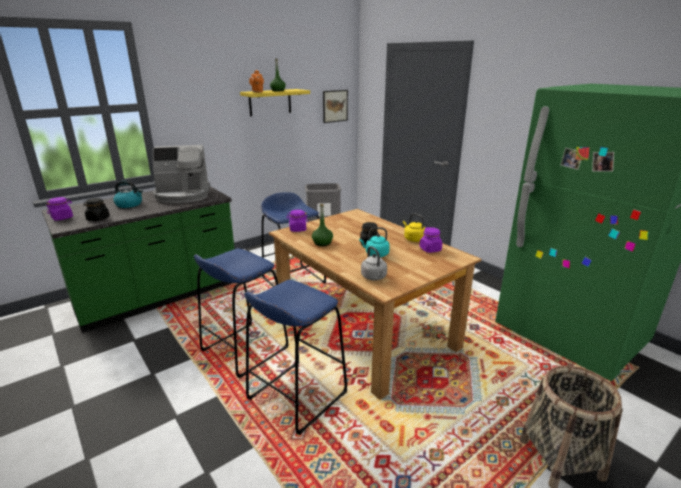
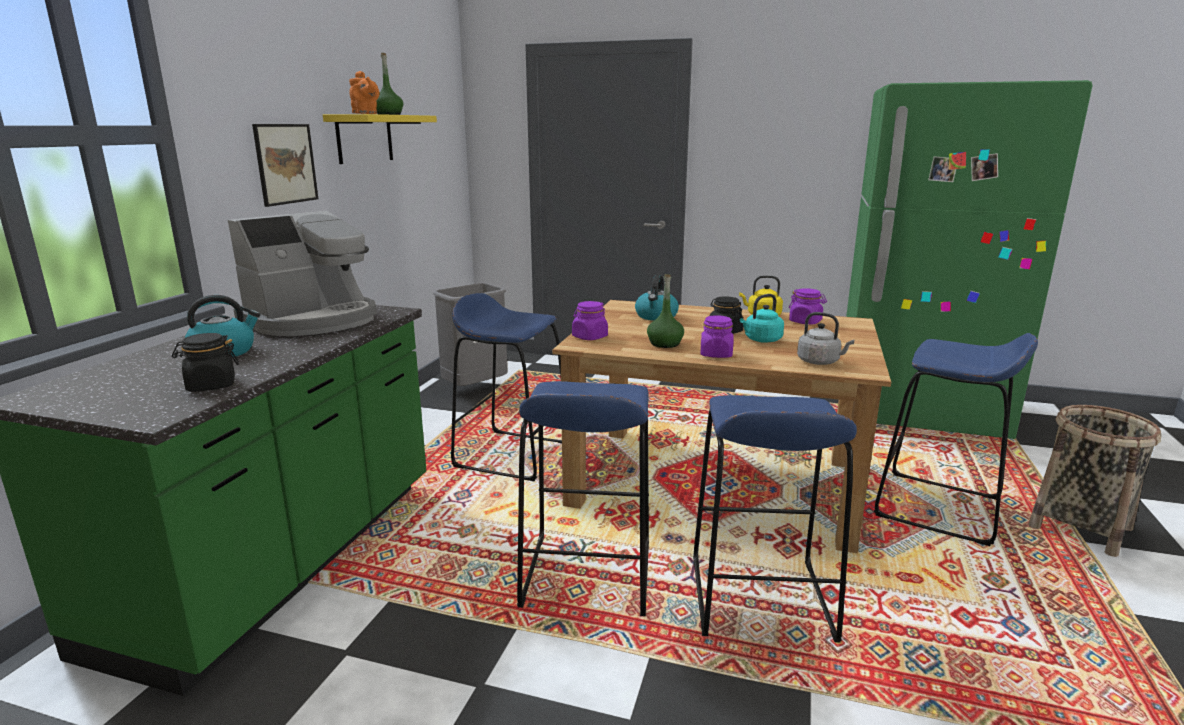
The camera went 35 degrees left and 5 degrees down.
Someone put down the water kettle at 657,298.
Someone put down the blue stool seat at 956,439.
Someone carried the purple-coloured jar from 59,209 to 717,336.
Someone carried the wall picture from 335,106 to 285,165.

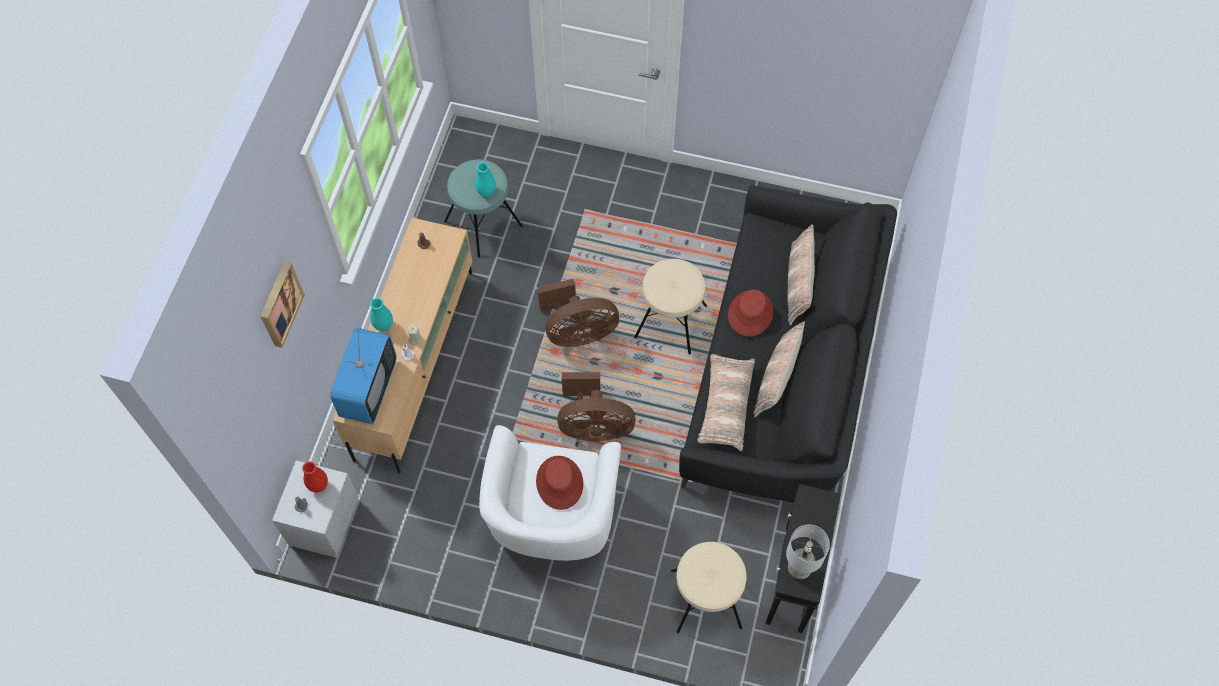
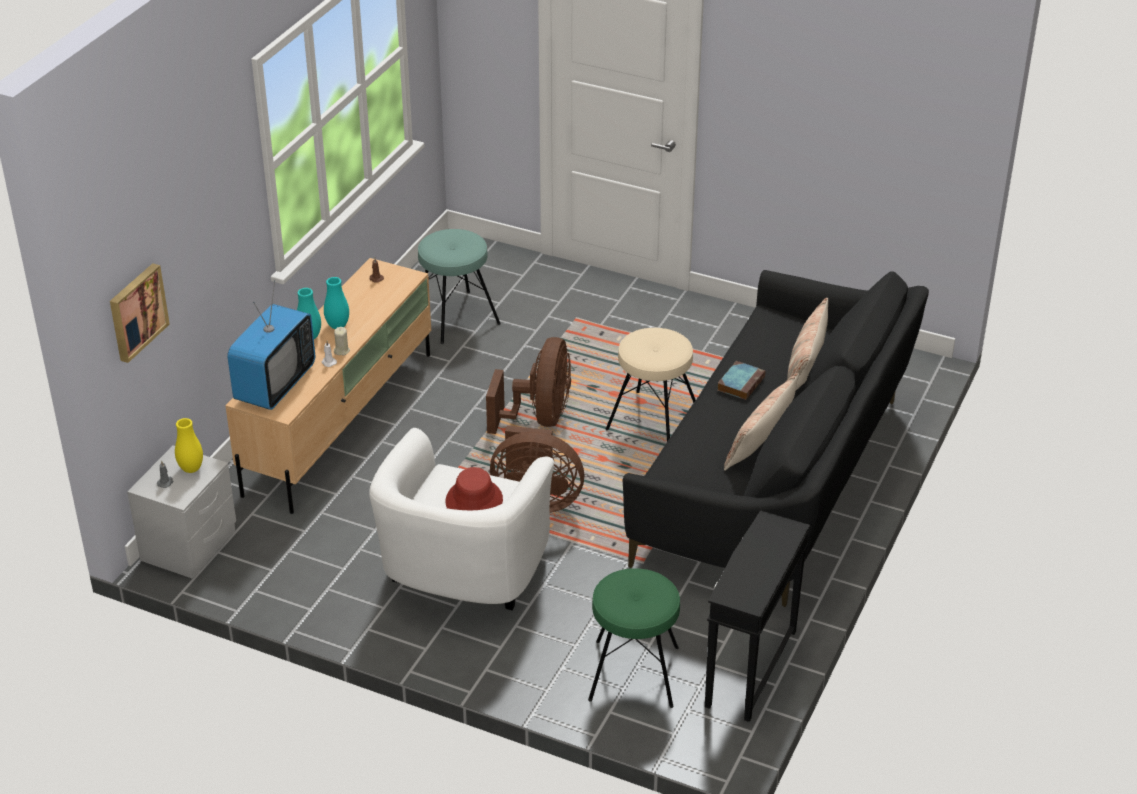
The camera went 10 degrees right and 25 degrees down.
Someone took away the pillow at 726,402.
Someone took away the gray table lamp at 808,552.
Someone carried the wall picture from 282,305 to 140,313.
Someone carried the turquoise-coloured flower vase from 485,179 to 336,303.
Someone swapped the red wearable hat at 750,313 for the book at 741,380.
Someone repainted the red flower vase at 315,477, which became the yellow flower vase at 189,445.
Someone repainted the sand-coloured stool seat at 709,588, which became the green-coloured stool seat at 634,638.
Someone rotated the brownish fan at 578,313 by 75 degrees counterclockwise.

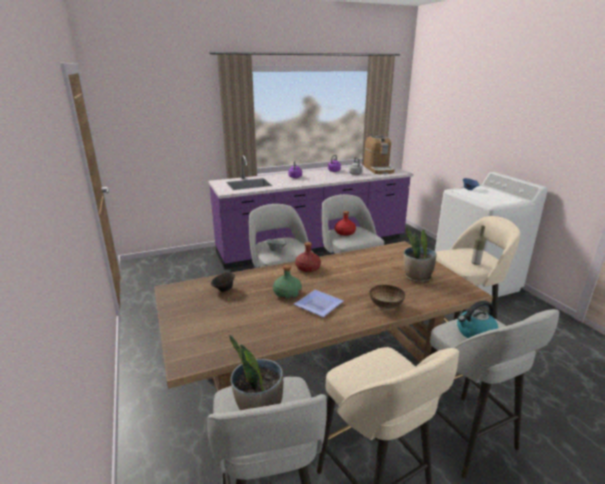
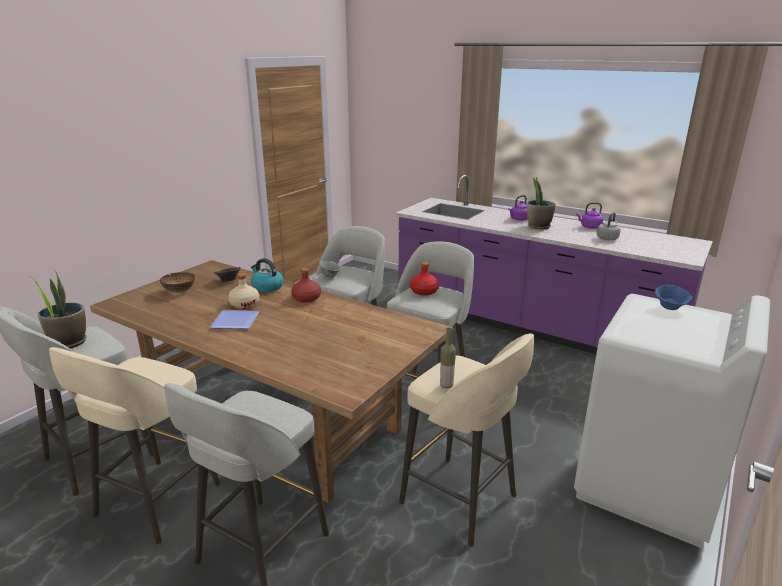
The camera went 55 degrees right and 0 degrees up.
Someone took away the coffee machine at 379,155.
Someone carried the deep dish from 387,297 to 177,282.
Someone carried the plant in a pot from 420,254 to 541,203.
Someone carried the water kettle from 477,319 to 267,275.
Someone repainted the green-coloured beverage bottle at 287,282, which became the sand-coloured beverage bottle at 244,291.

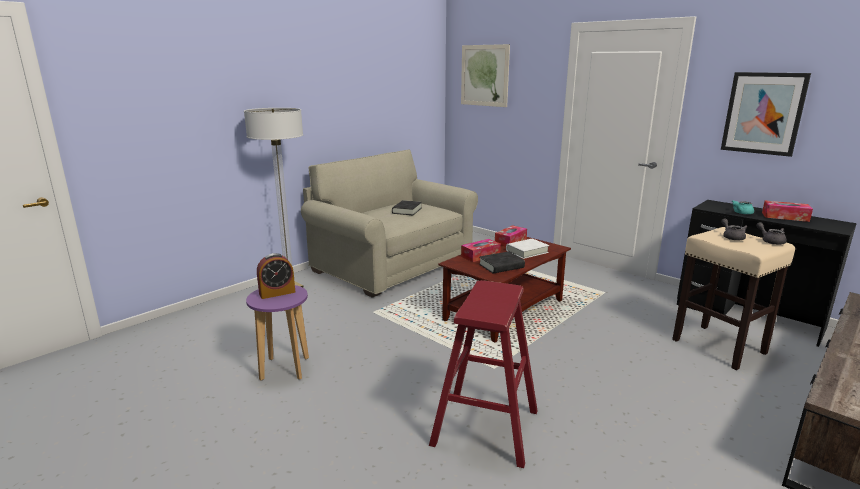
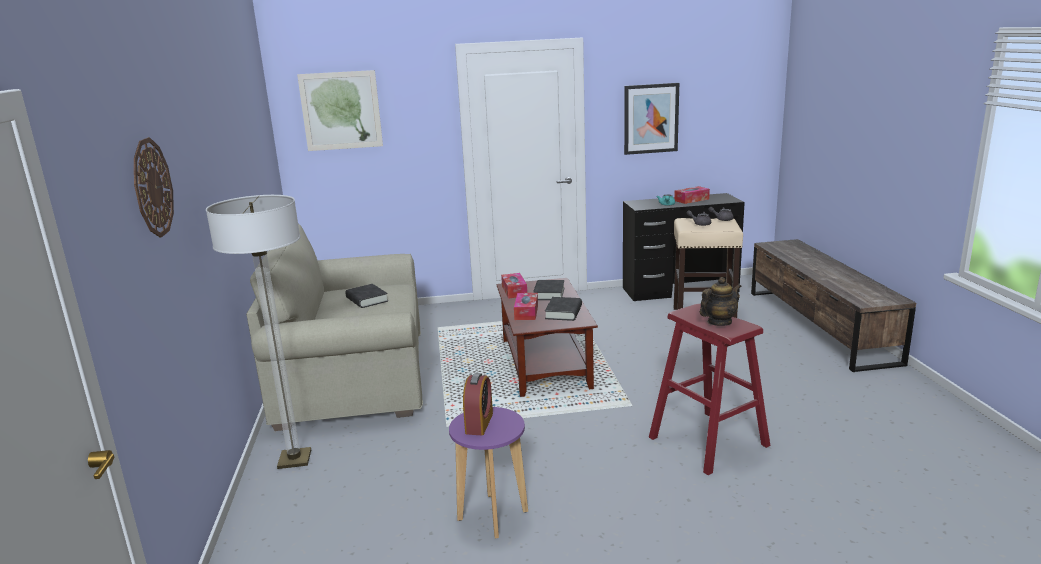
The camera went 50 degrees left and 0 degrees up.
Someone put up the wall clock at 154,187.
Someone put down the pot for tea at 721,301.
Someone repainted the whitish book at 527,249, which became the black-coloured book at 549,290.

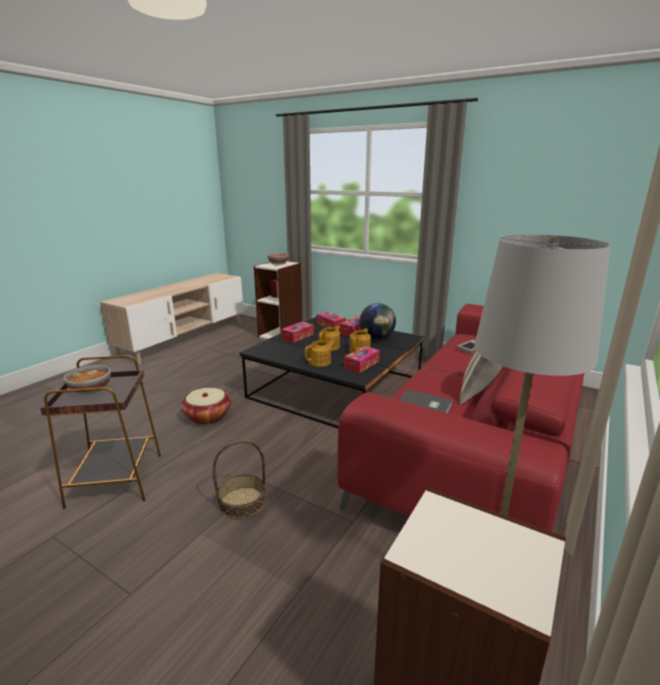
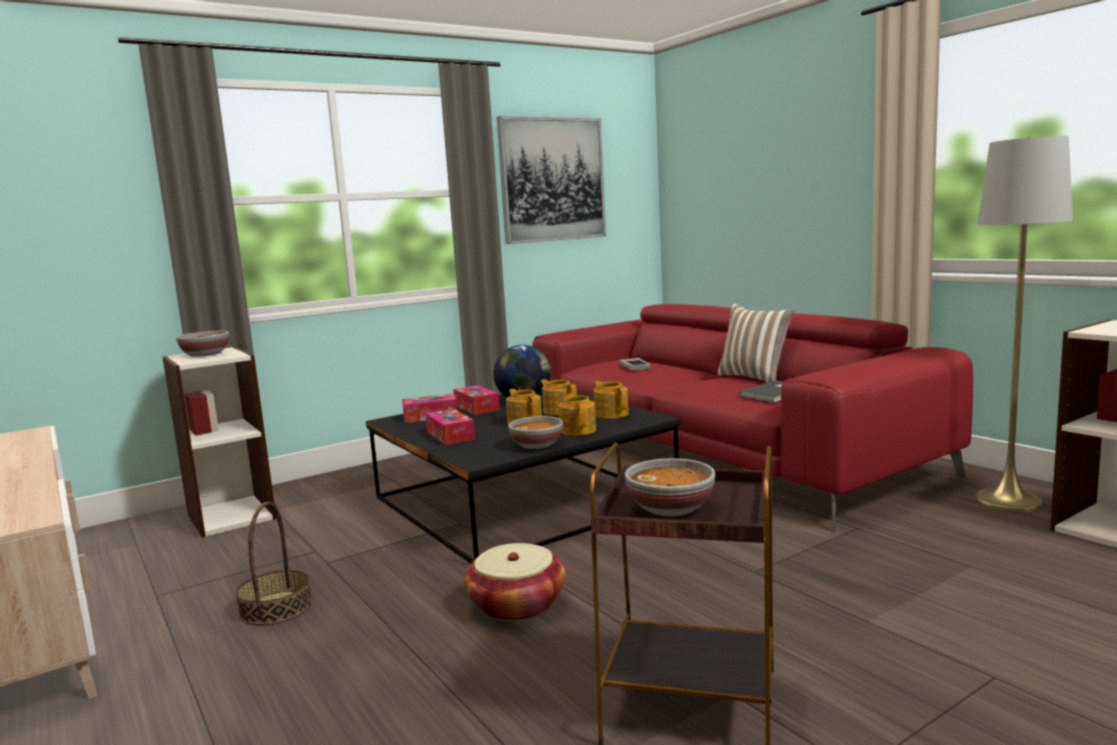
The camera went 65 degrees left and 10 degrees down.
Someone put up the wall picture at 551,180.
Someone put down the deep dish at 535,432.
Someone carried the basket from 239,479 to 274,563.
Someone swapped the box of tissues at 362,359 for the pot for tea at 611,400.

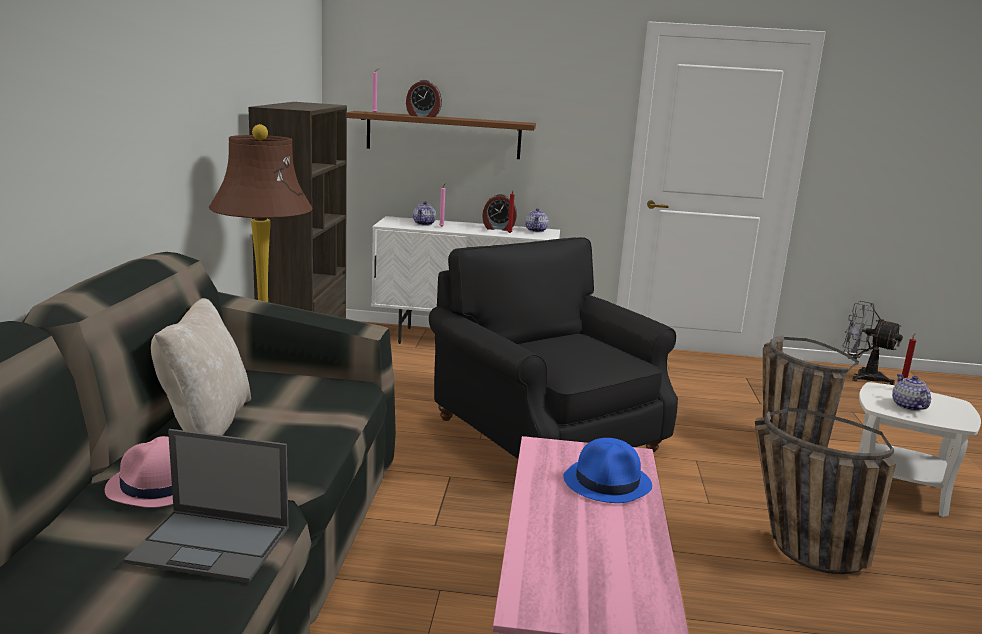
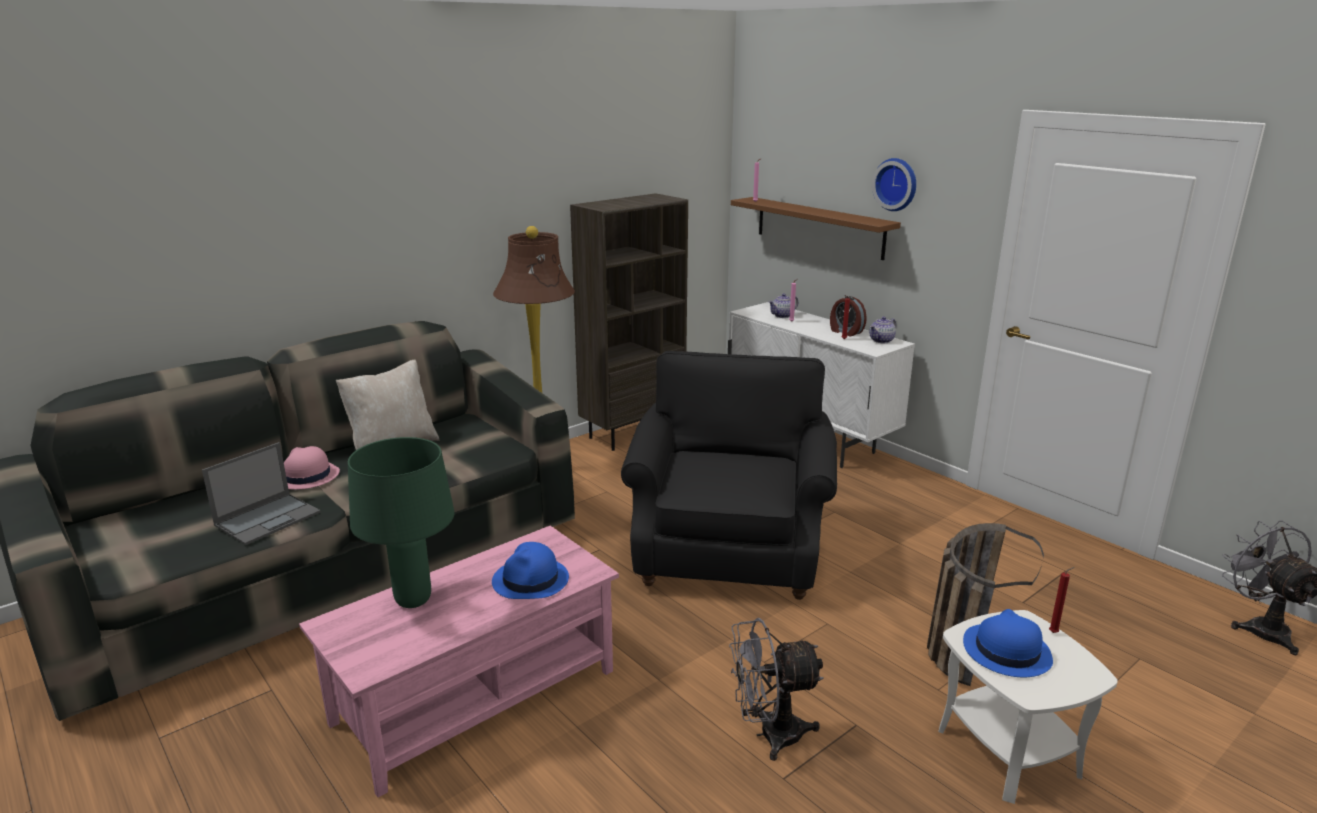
The camera went 45 degrees right and 5 degrees up.
Someone took away the alarm clock at 424,98.
Someone put down the green-coloured table lamp at 401,522.
Someone put up the wall clock at 894,184.
Someone swapped the basket at 825,491 for the gray fan at 776,689.
Someone swapped the pot for tea at 911,392 for the blue wearable hat at 1008,643.
Someone rotated the notebook computer at 206,505 by 105 degrees counterclockwise.

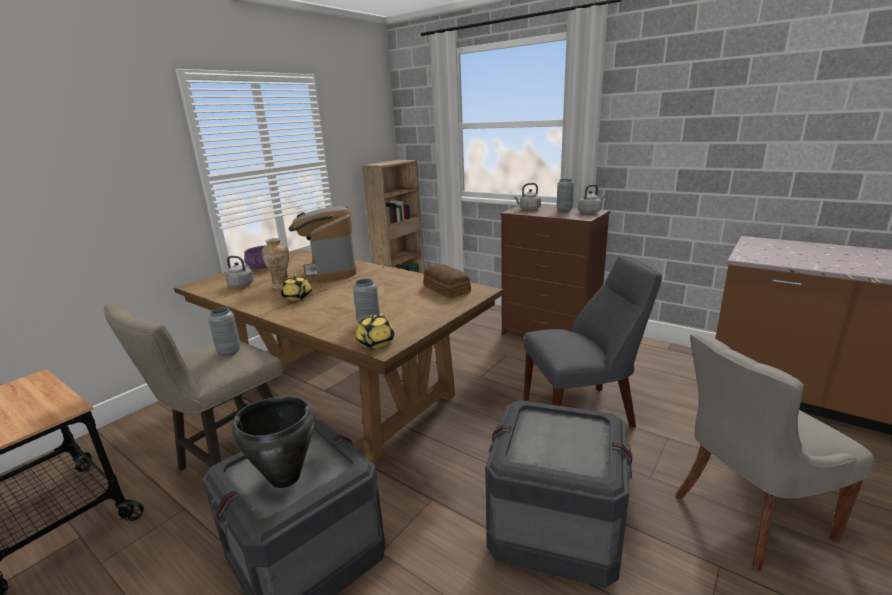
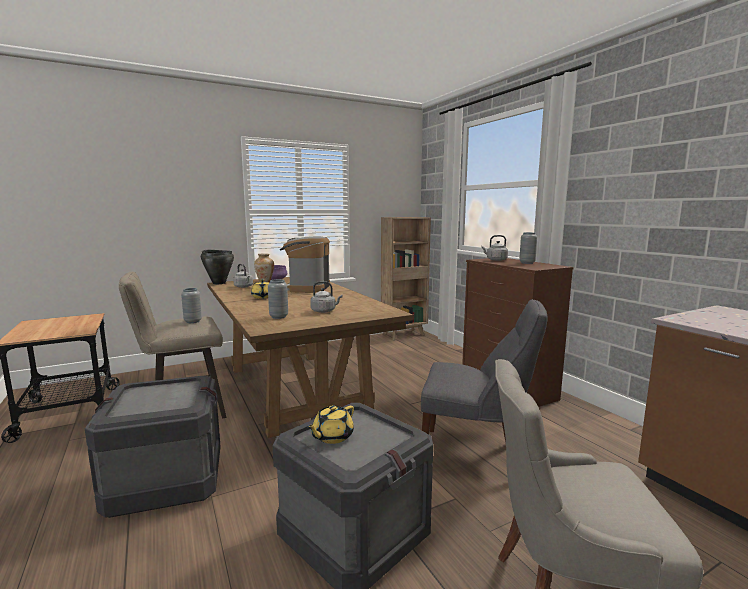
The camera went 25 degrees right and 10 degrees down.
Someone took away the bakery bread at 447,281.
Someone carried the black-coloured saucepot from 273,442 to 217,267.
Someone carried the yellow pot for tea from 375,331 to 330,424.
Someone carried the gray water kettle from 591,199 to 326,297.

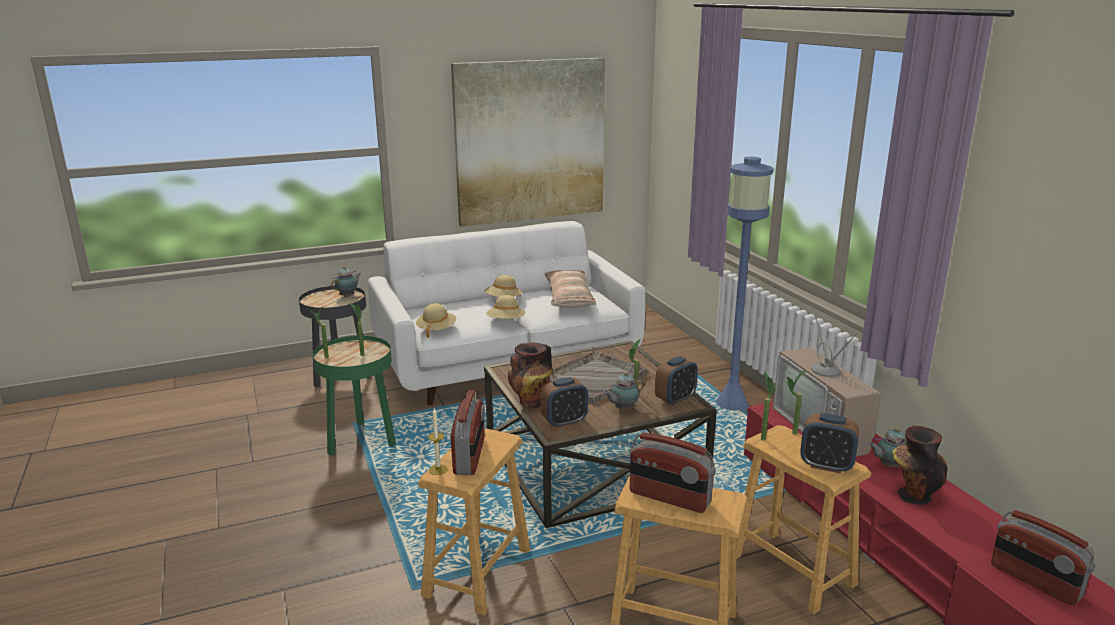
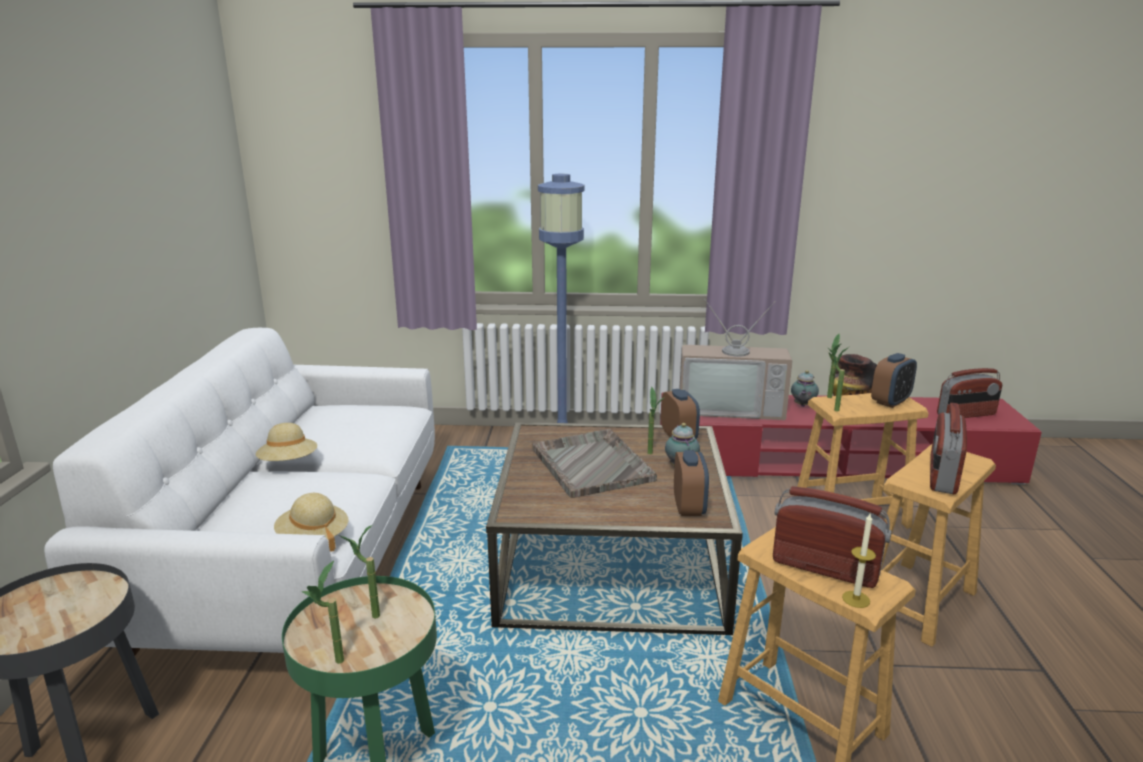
The camera went 65 degrees left and 0 degrees up.
Someone took away the pot for tea at 345,281.
Someone took away the wall picture at 528,142.
Someone took away the sand-coloured wearable hat at 506,307.
Someone took away the flower vase at 530,375.
Someone took away the pillow at 570,289.
Someone rotated the radio set at 673,472 by 150 degrees clockwise.

